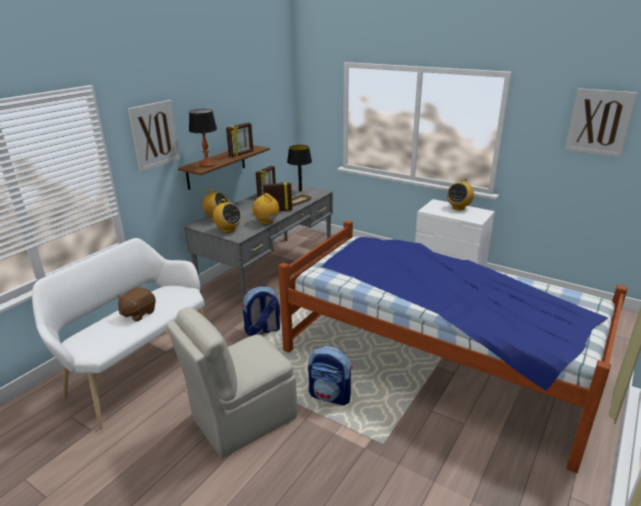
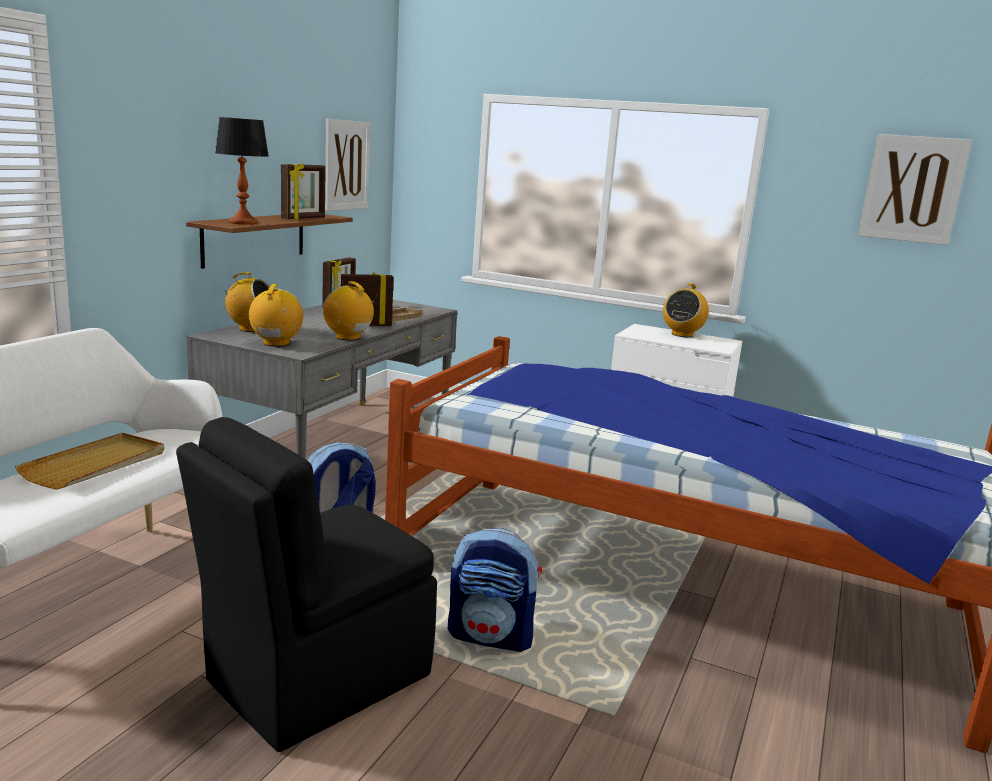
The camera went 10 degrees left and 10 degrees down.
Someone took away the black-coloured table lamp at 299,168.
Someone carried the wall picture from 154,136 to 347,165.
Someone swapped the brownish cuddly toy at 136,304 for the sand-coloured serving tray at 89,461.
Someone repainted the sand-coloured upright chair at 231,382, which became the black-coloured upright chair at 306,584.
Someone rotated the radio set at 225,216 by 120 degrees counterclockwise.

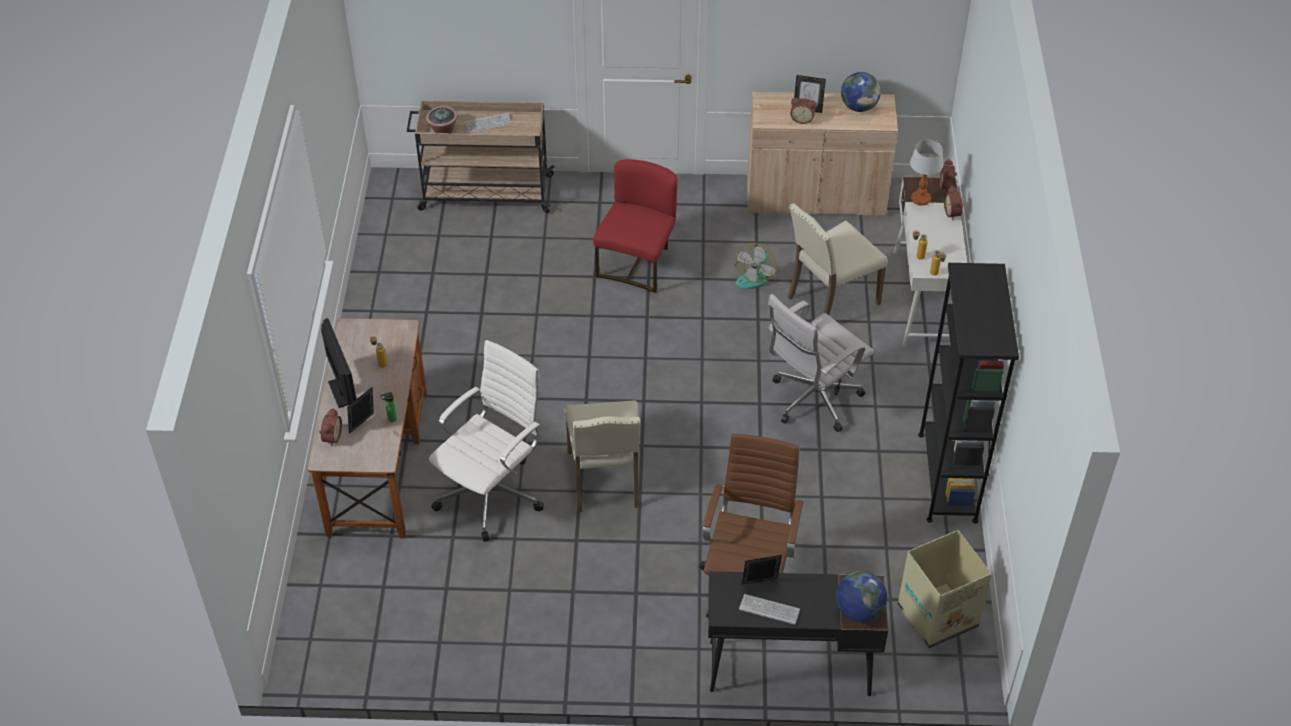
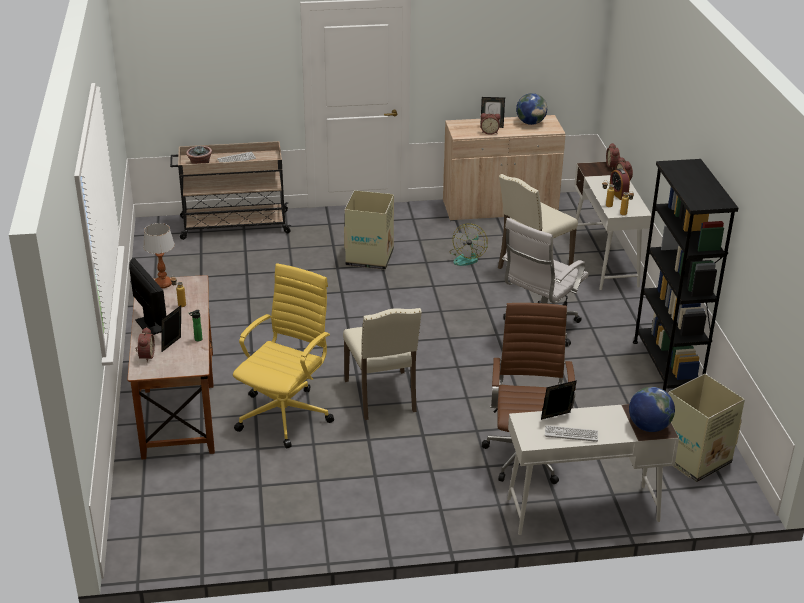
The camera went 10 degrees left and 15 degrees down.
Someone put down the alarm clock at 619,184.
Someone carried the table lamp from 926,173 to 159,255.
Someone swapped the red upright chair at 635,226 for the packing box at 369,230.
Someone repainted the whitish desk chair at 486,441, which became the yellow desk chair at 283,355.
Someone repainted the black-coloured desk unit at 798,633, which became the whitish desk unit at 593,469.

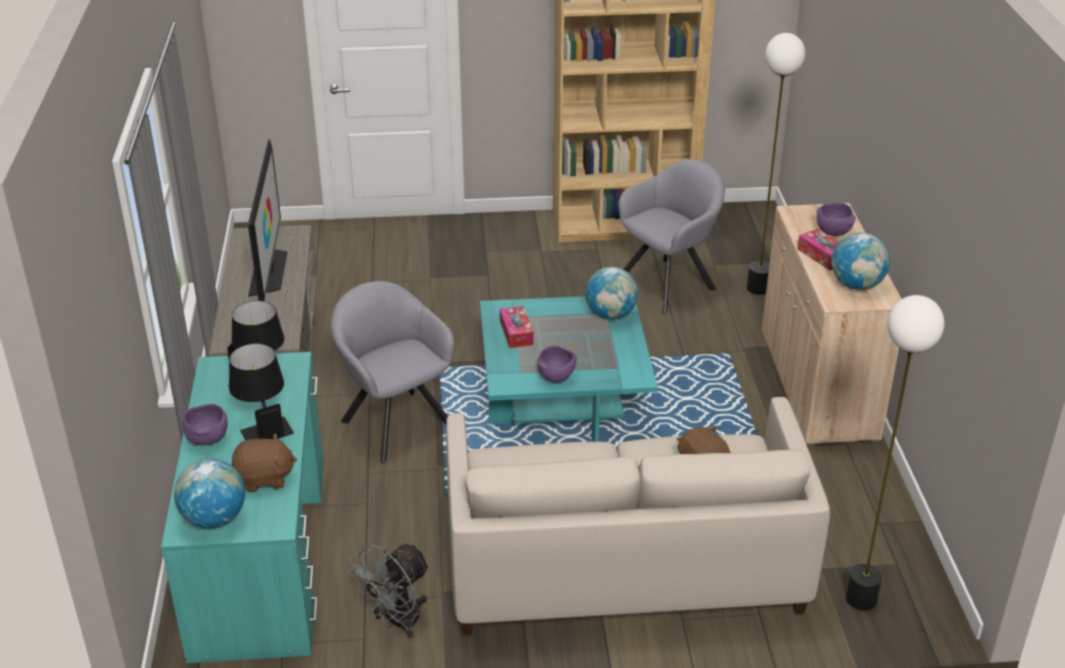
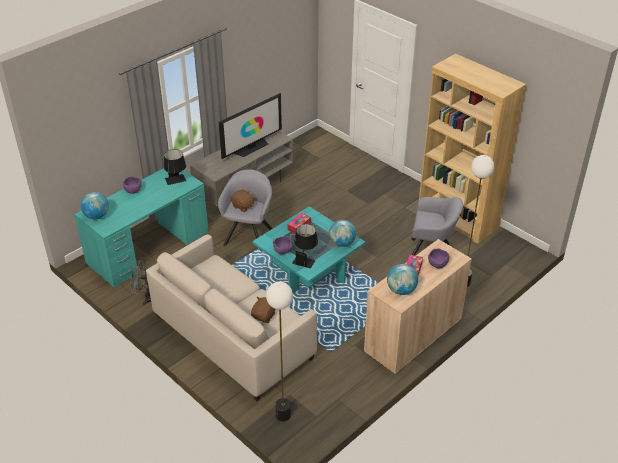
The camera went 50 degrees right and 5 degrees up.
Someone carried the black-coloured table lamp from 261,391 to 305,246.
Someone carried the brownish cuddly toy from 264,463 to 242,200.

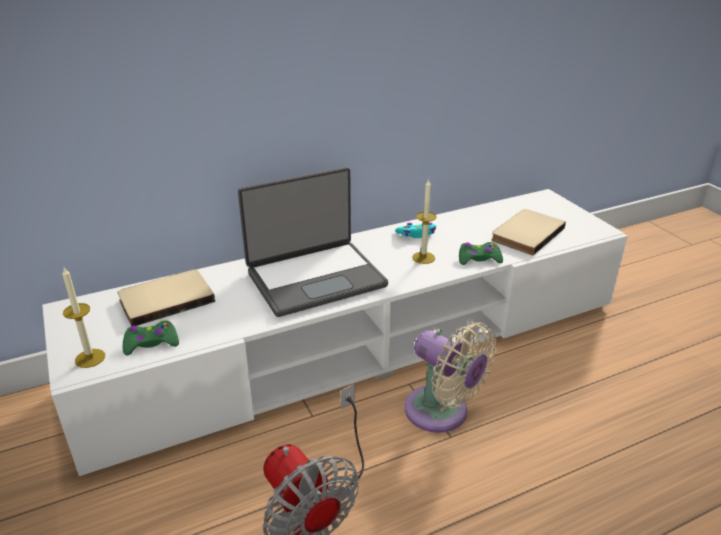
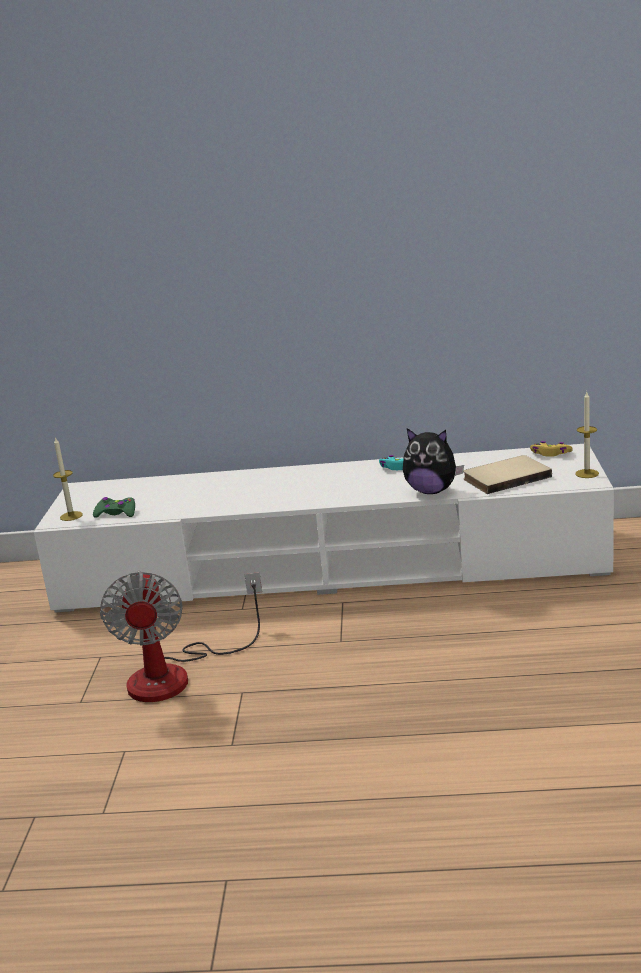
The camera went 30 degrees right and 10 degrees down.
Someone took away the sand-coloured book at 166,297.
Someone took away the notebook computer at 313,242.
Someone took away the sand-coloured fan at 451,377.
Someone put down the yellow joypad at 551,449.
Someone carried the wax candle from 424,221 to 587,435.
Someone swapped the green-coloured joypad at 481,253 for the cuddly toy at 433,461.

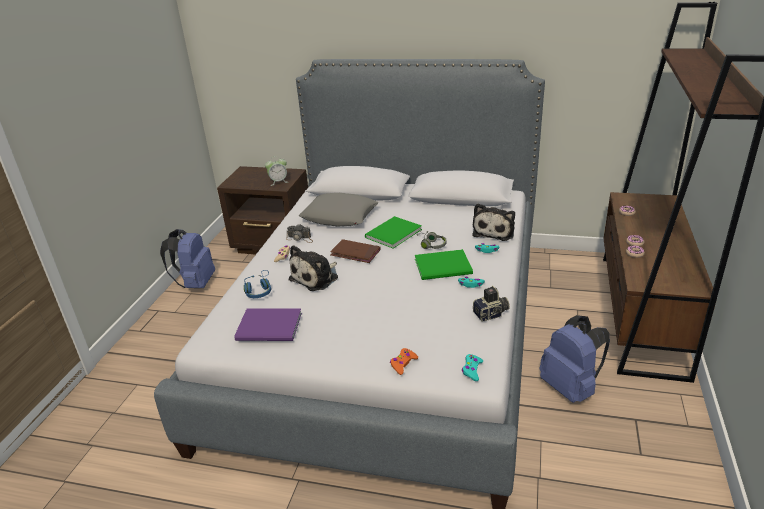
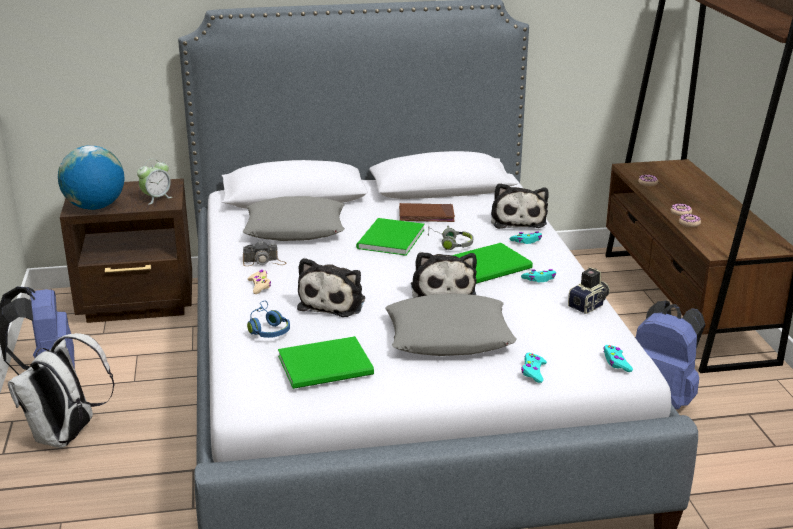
The camera went 25 degrees left and 5 degrees down.
Someone put down the whitish knapsack at 61,390.
Someone put down the globe at 91,177.
Someone put down the gray pillow at 451,325.
Someone put down the cuddly toy at 444,275.
Someone carried the brownish book from 355,251 to 427,212.
Someone repainted the purple-coloured book at 268,325, which became the green-coloured book at 326,362.
Someone repainted the orange-coloured joypad at 404,361, which became the turquoise-coloured joypad at 534,368.

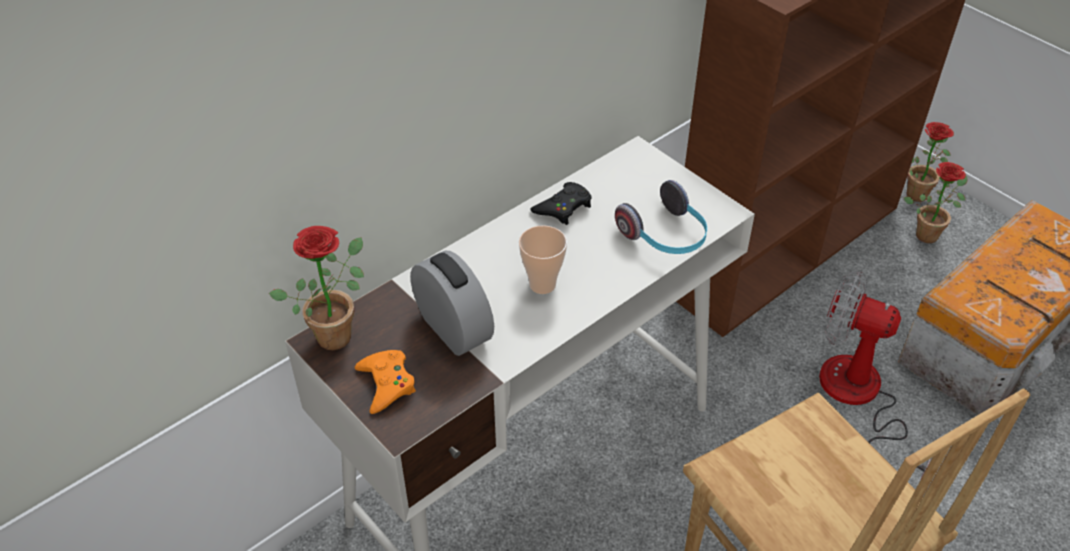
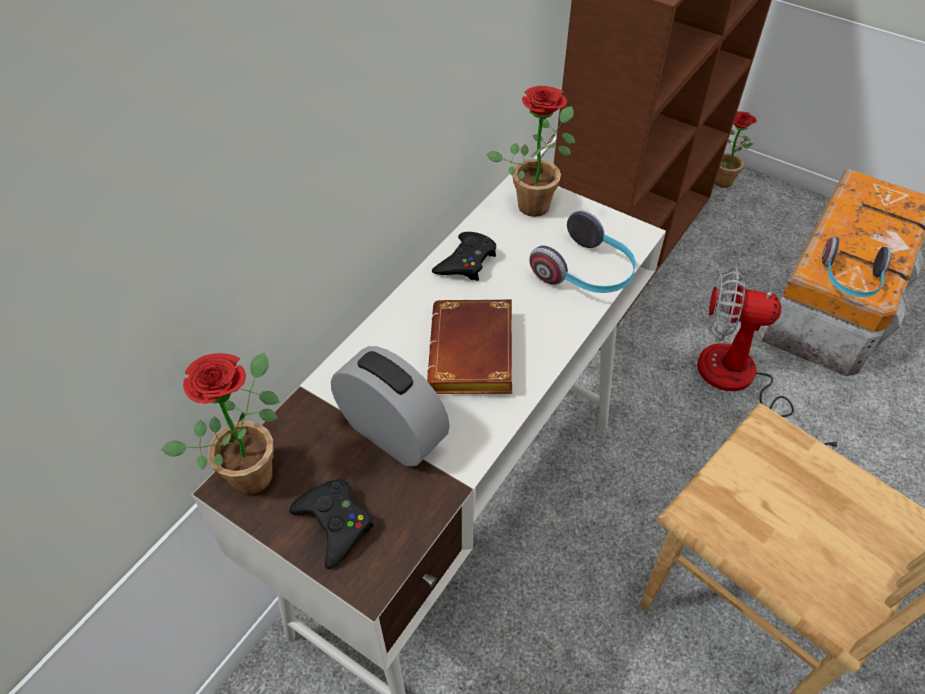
The camera went 15 degrees left and 5 degrees up.
Someone put down the headset at 856,266.
Someone carried the plant in a pot from 936,202 to 530,151.
Someone swapped the cup at 543,259 for the brownish book at 469,346.
Someone repainted the orange-coloured joypad at 385,382, which became the black-coloured joypad at 331,524.

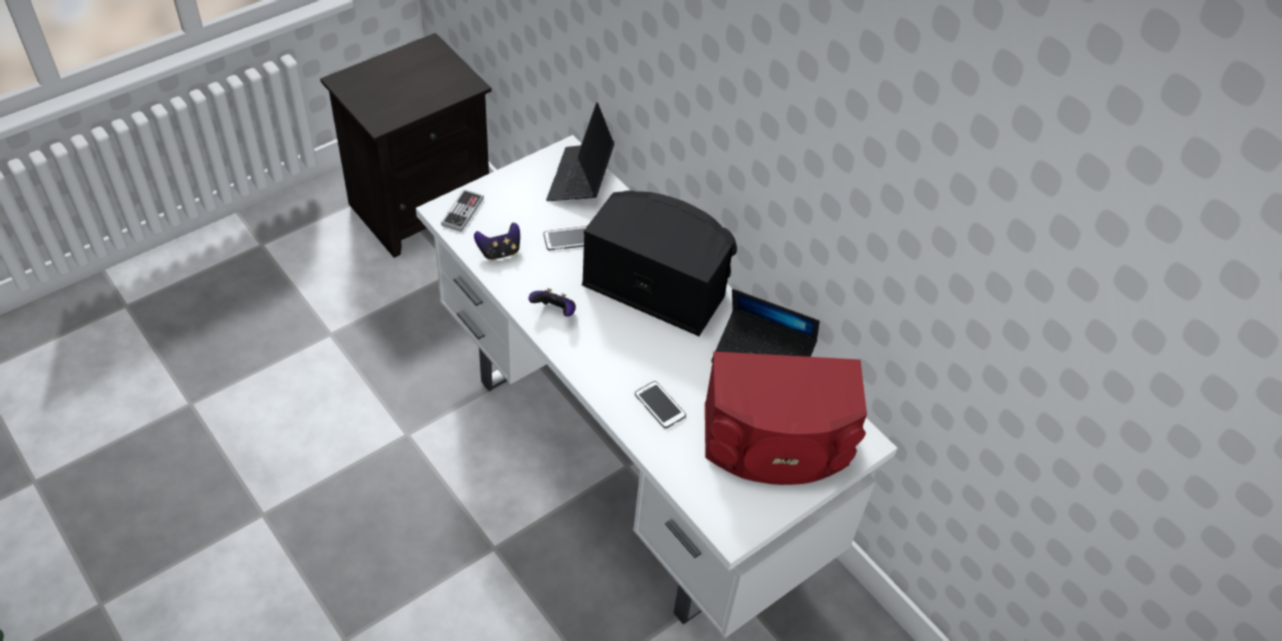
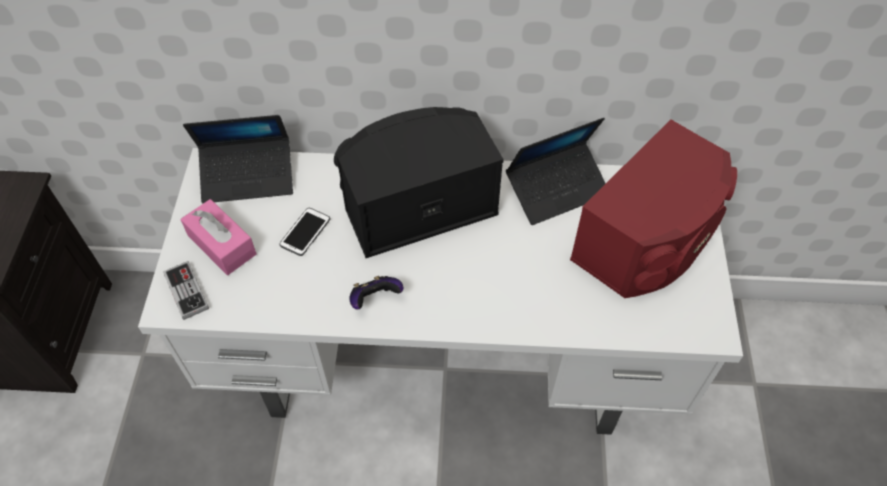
The camera went 45 degrees left and 5 degrees up.
Someone took away the joypad at 497,241.
Someone took away the telephone at 660,405.
Someone put down the pink-coloured box of tissues at 219,237.
Someone rotated the notebook computer at 580,151 by 60 degrees counterclockwise.

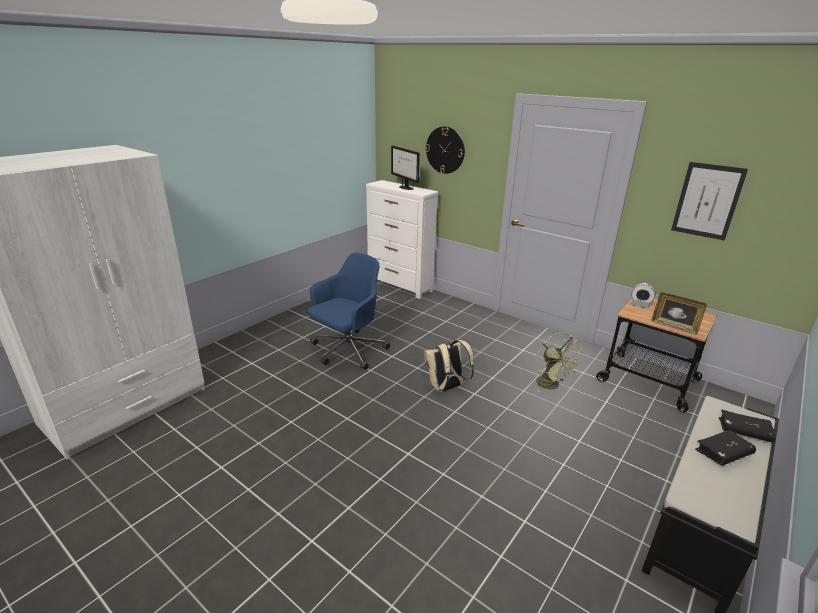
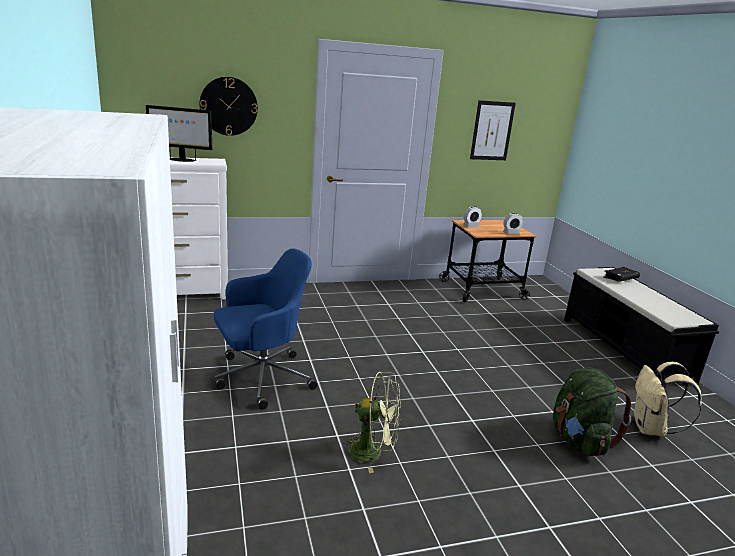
The camera went 55 degrees left and 5 degrees down.
Someone took away the black-coloured book at 725,448.
Someone put down the green-coloured knapsack at 592,412.
Someone carried the sand-coloured knapsack from 449,366 to 668,399.
Someone carried the green-coloured fan from 559,363 to 371,422.
Someone swapped the picture frame at 679,313 for the alarm clock at 513,223.
Someone rotated the blue desk chair at 348,311 by 75 degrees clockwise.

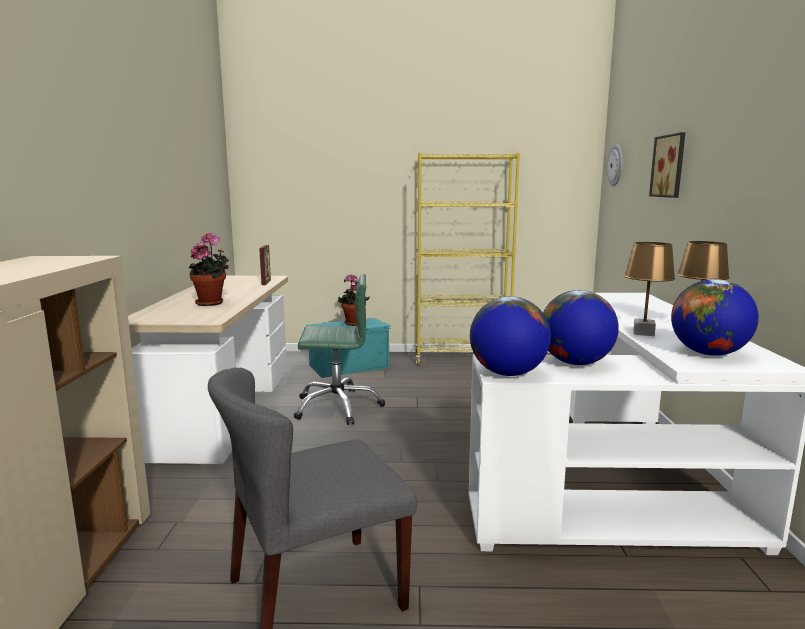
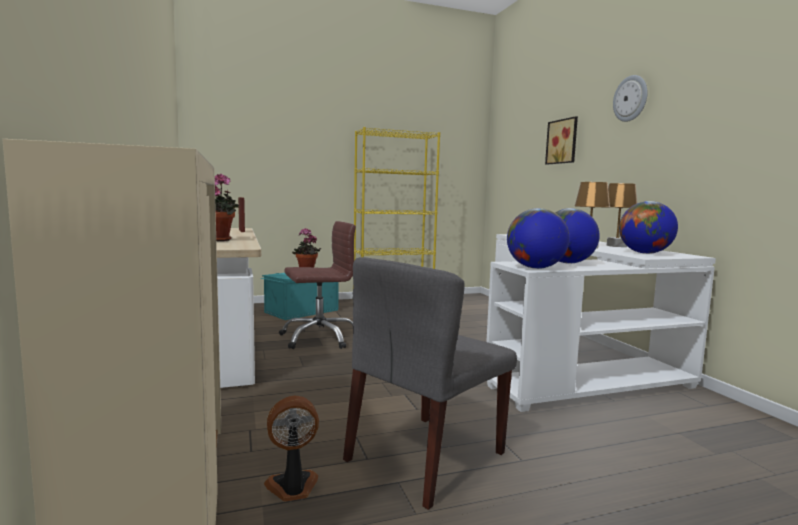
The camera went 20 degrees left and 5 degrees down.
Someone put down the fan at 291,449.
Someone carried the wall clock from 615,165 to 630,98.
Someone repainted the green-coloured desk chair at 339,349, which became the brownish desk chair at 317,285.

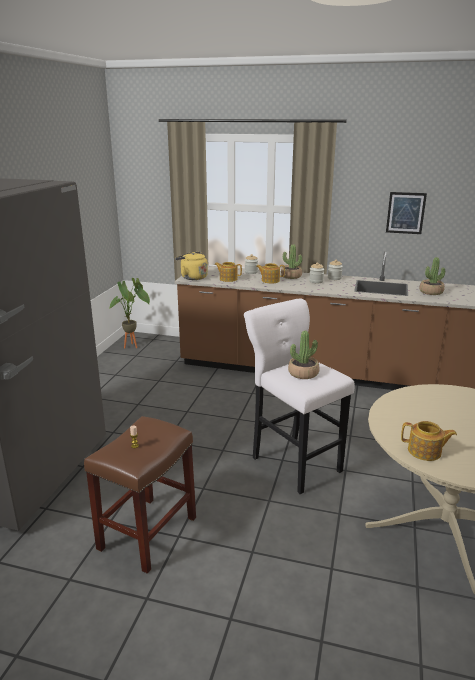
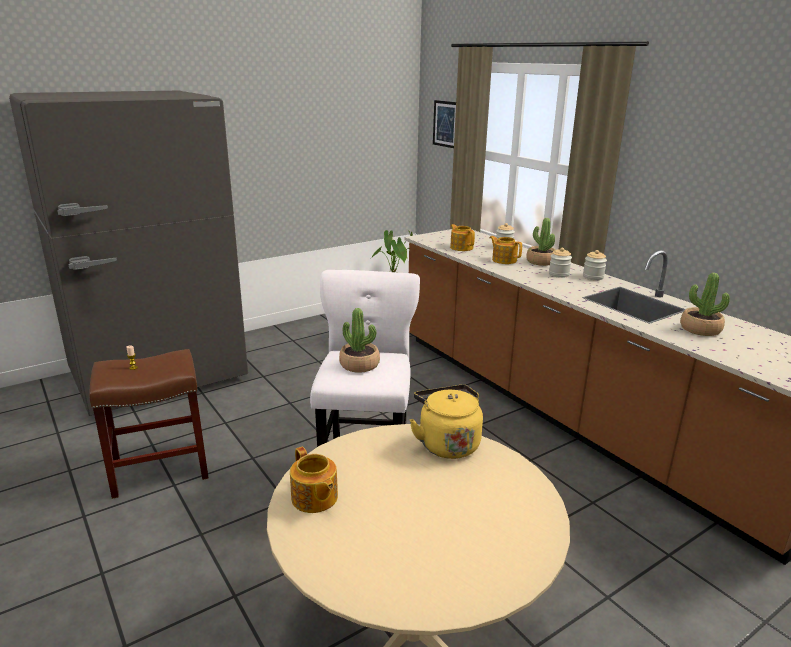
The camera went 40 degrees right and 0 degrees up.
Someone carried the yellow water kettle from 191,265 to 446,422.
Someone carried the wall picture from 406,213 to 444,124.

